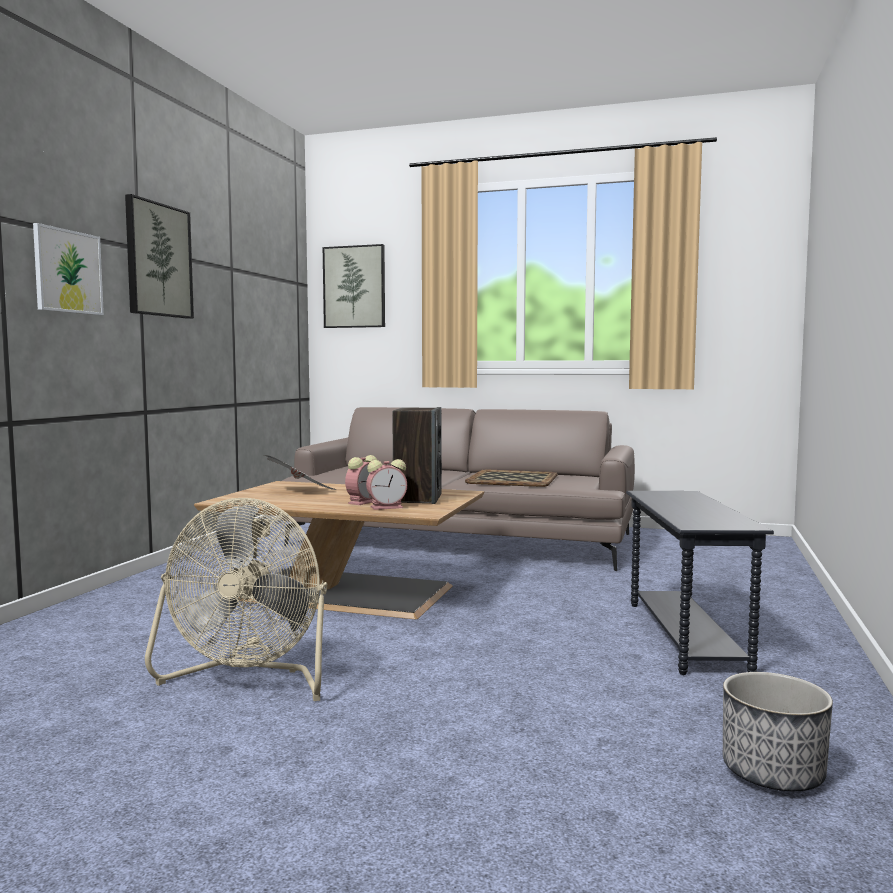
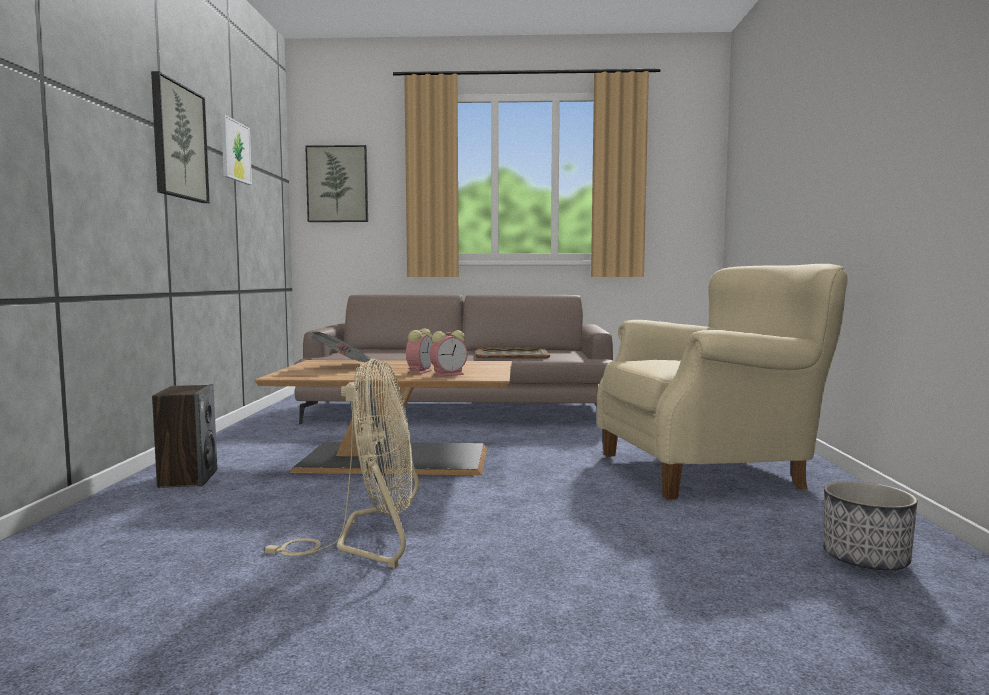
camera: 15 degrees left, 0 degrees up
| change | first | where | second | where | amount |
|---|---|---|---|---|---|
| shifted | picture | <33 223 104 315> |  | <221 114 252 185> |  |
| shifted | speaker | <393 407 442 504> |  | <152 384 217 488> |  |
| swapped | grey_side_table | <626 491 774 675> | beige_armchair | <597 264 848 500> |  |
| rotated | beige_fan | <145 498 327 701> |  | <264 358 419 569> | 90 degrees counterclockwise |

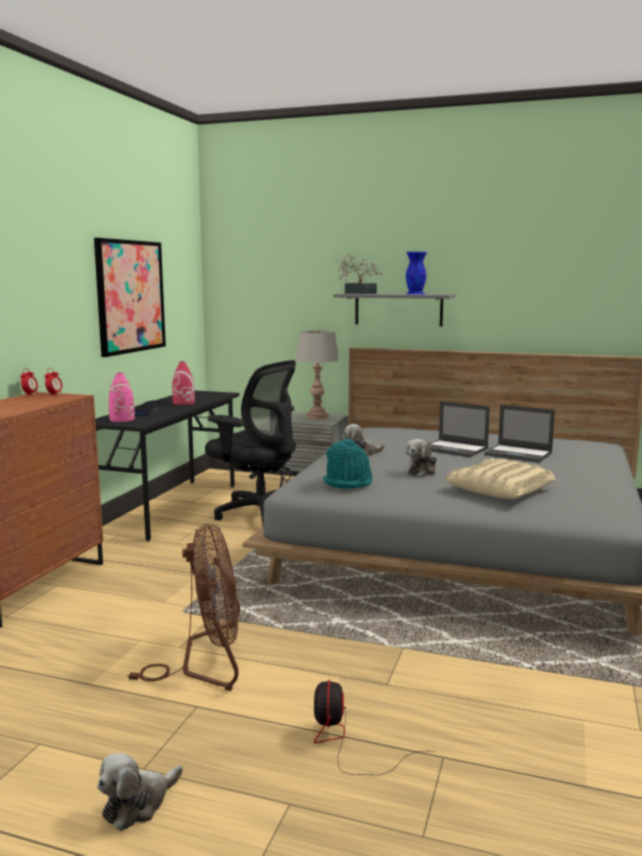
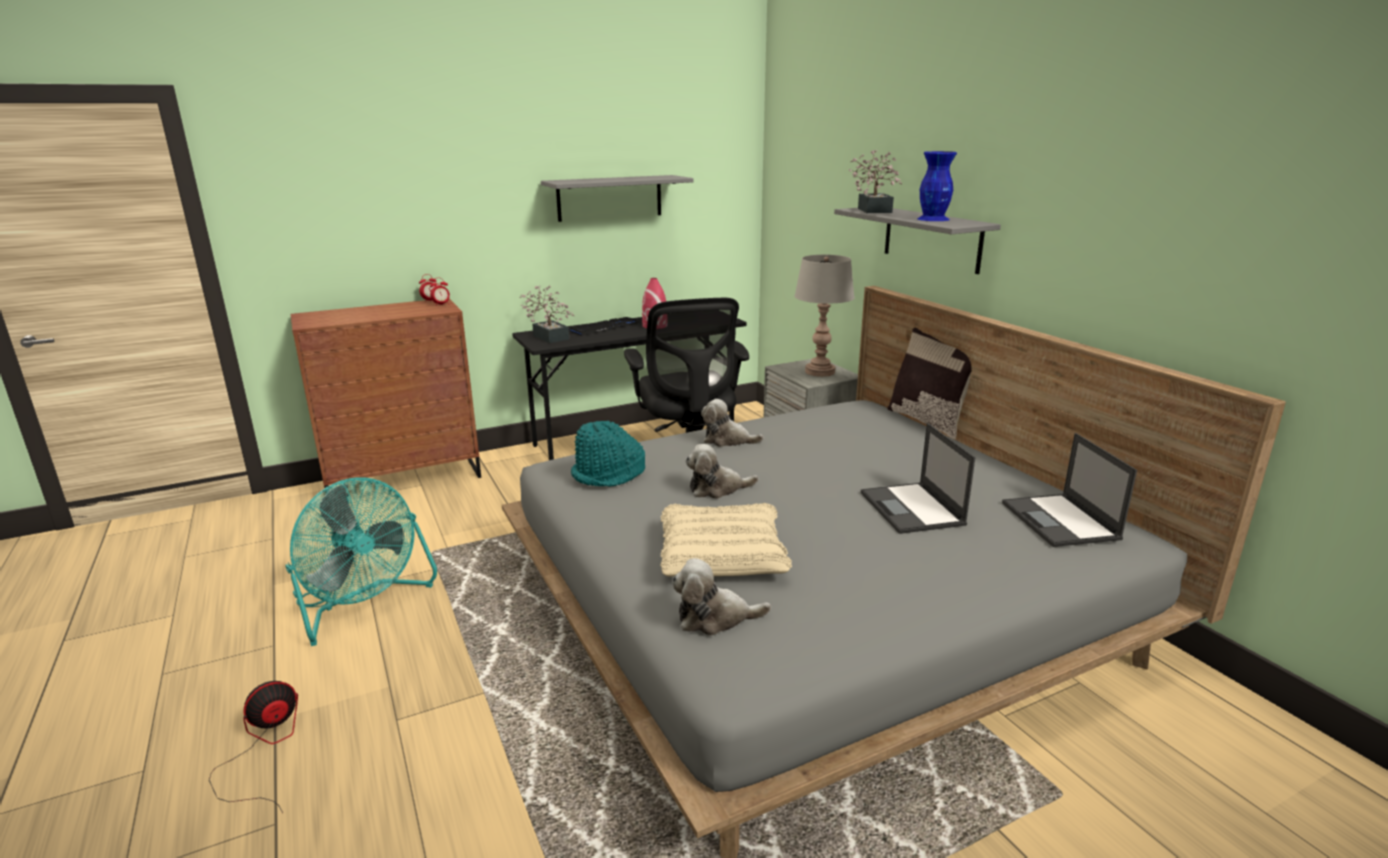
camera: 45 degrees right, 10 degrees up
| change | first | where | second | where | amount |
|---|---|---|---|---|---|
| swapped | picture | <94 238 166 357> | grey_shelf | <541 175 694 222> |  |
| swapped | pink_vase | <109 373 135 422> | potted_plant | <519 285 575 343> |  |
| shifted | laptop | <429 401 490 457> |  | <1002 433 1137 547> |  |
| repainted | brown_fan | <127 524 240 691> | turquoise_fan | <285 477 437 646> |  |
| shifted | plush_toy | <97 753 183 831> |  | <672 558 771 636> |  |
| new |  |  | pillow | <887 328 972 439> |  |

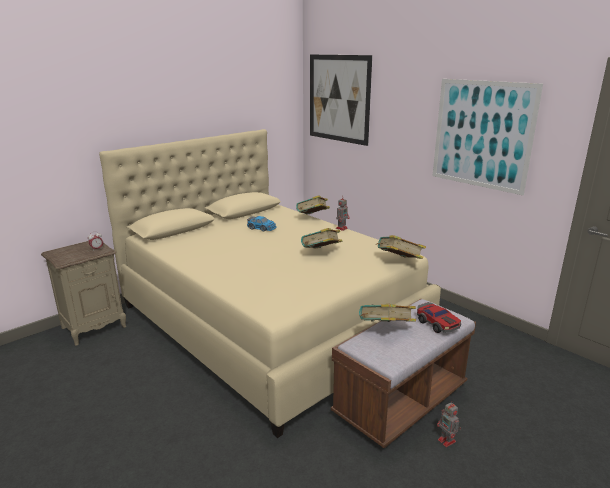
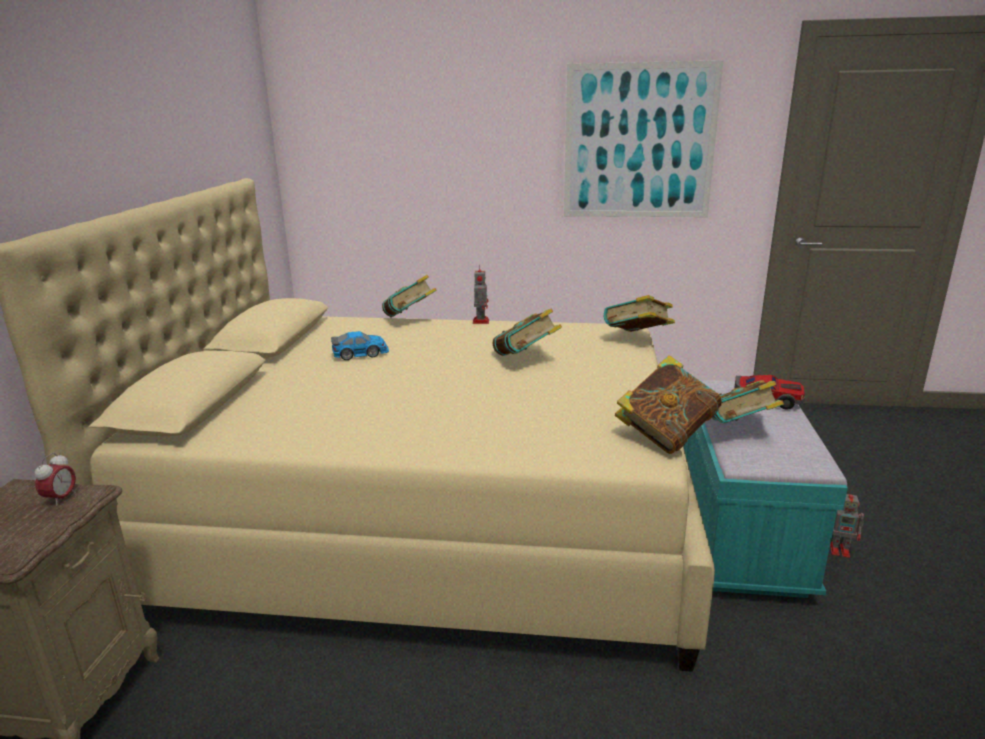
camera: 40 degrees left, 0 degrees up
| change | first | where | second | where | amount |
|---|---|---|---|---|---|
| gone | picture | <310 55 372 146> |  |  |  |
| repainted | brown_bench | <331 299 476 448> | turquoise_bench | <683 380 848 598> |  |
| new |  |  | book | <615 355 722 454> |  |

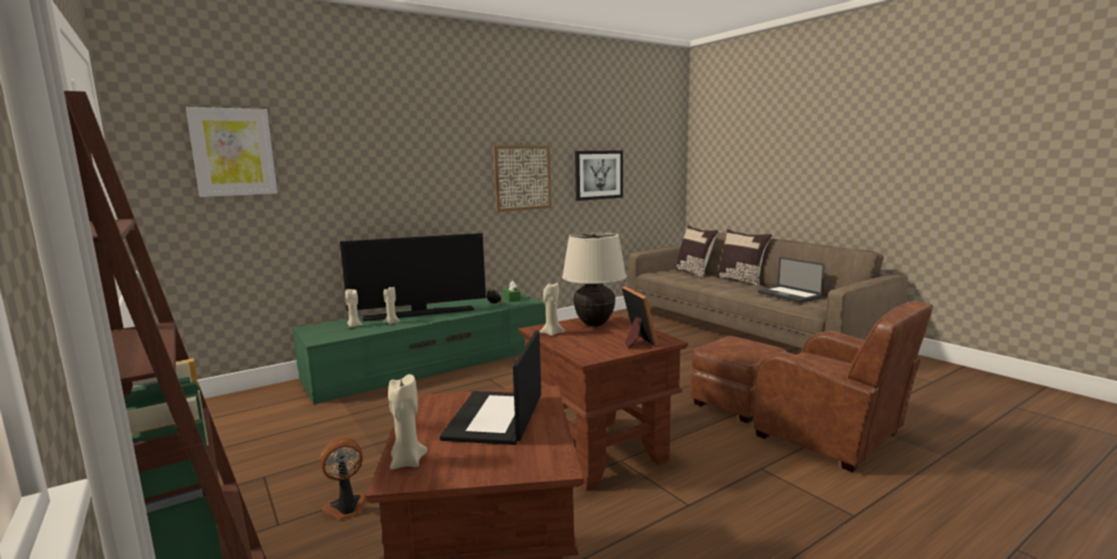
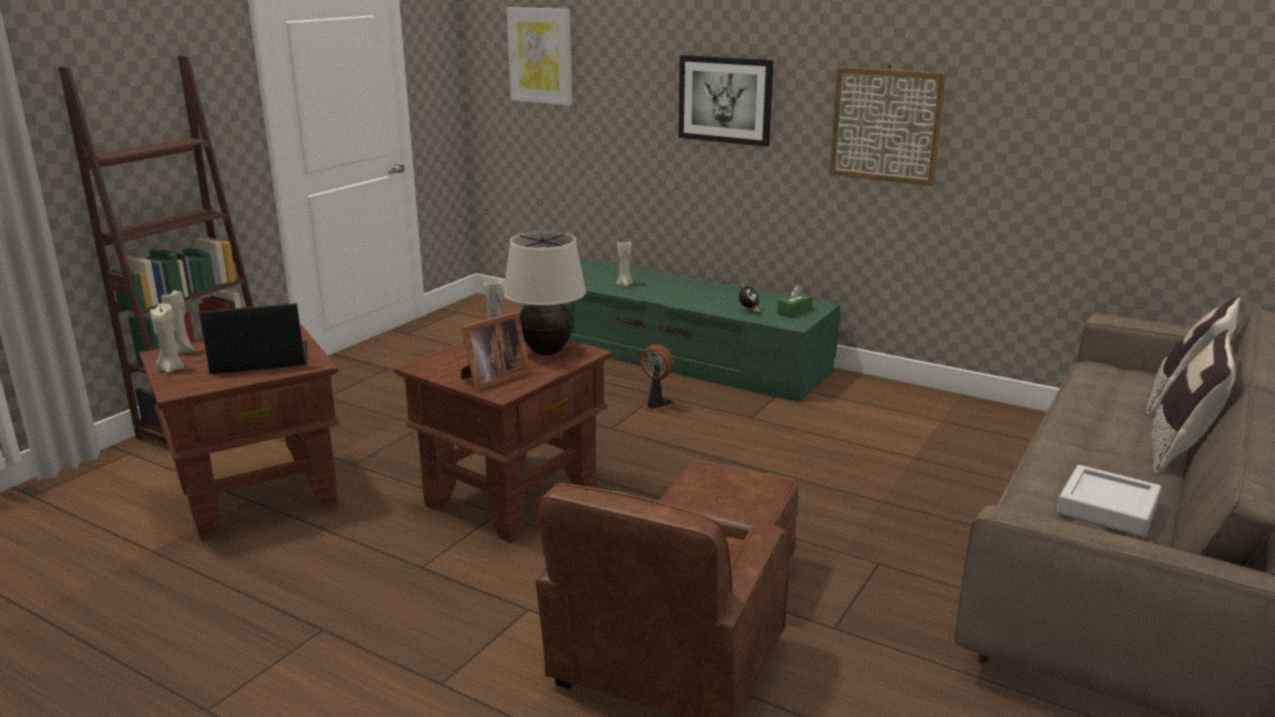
camera: 65 degrees right, 10 degrees up
| change | first | where | second | where | amount |
|---|---|---|---|---|---|
| shifted | picture | <575 150 623 201> |  | <679 55 774 147> |  |
| gone | television | <340 233 486 321> |  |  |  |
| swapped | laptop | <758 257 825 302> | grey_tray | <1057 465 1161 537> |  |
| shifted | beige_candle | <345 289 363 327> |  | <150 303 184 373> |  |
| shifted | fan | <320 438 366 520> |  | <640 344 679 412> |  |

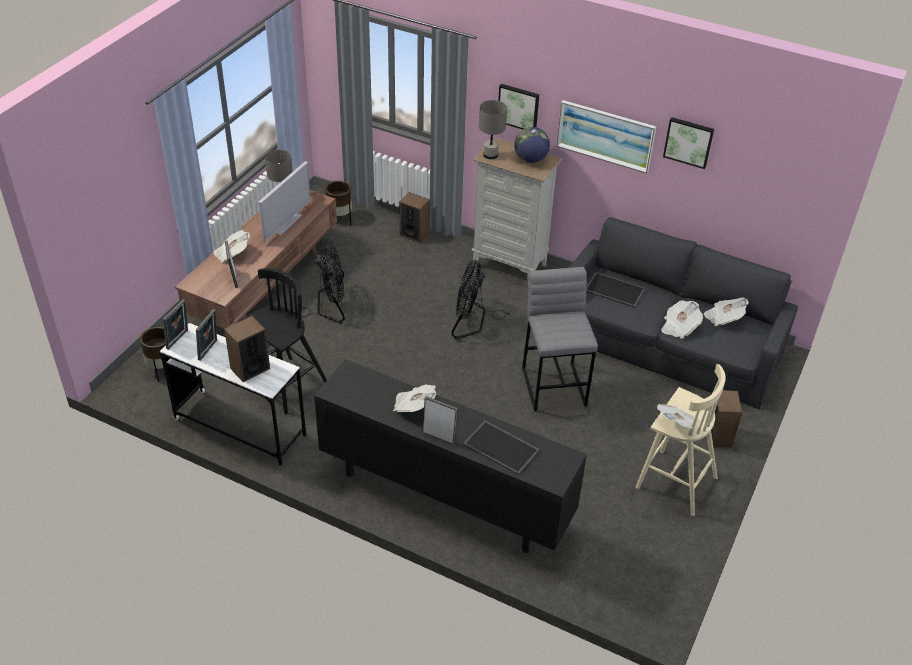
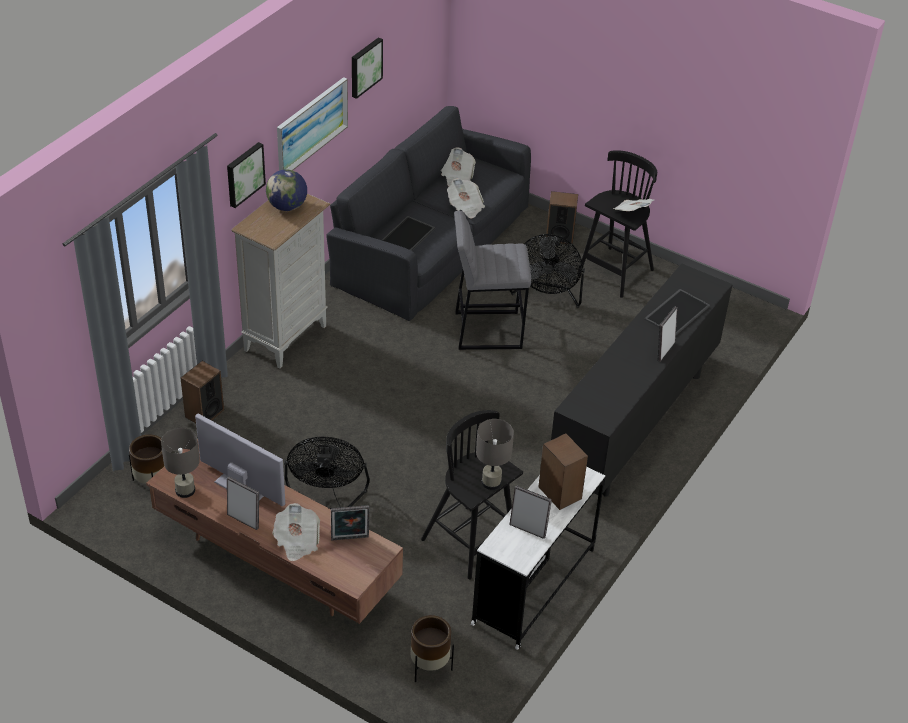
camera: 85 degrees left, 0 degrees up
| change | first | where | second | where | amount |
|---|---|---|---|---|---|
| shifted | grey_table_lamp | <479 100 507 159> |  | <476 419 514 490> |  |
| shifted | black_fan | <452 260 512 340> |  | <509 233 585 308> |  |
| shifted | picture_frame | <163 299 188 350> |  | <227 477 259 530> |  |
| repainted | beige_stool | <636 364 726 516> | black_stool | <577 150 657 298> |  |
| gone | newspaper | <393 384 436 412> |  |  |  |

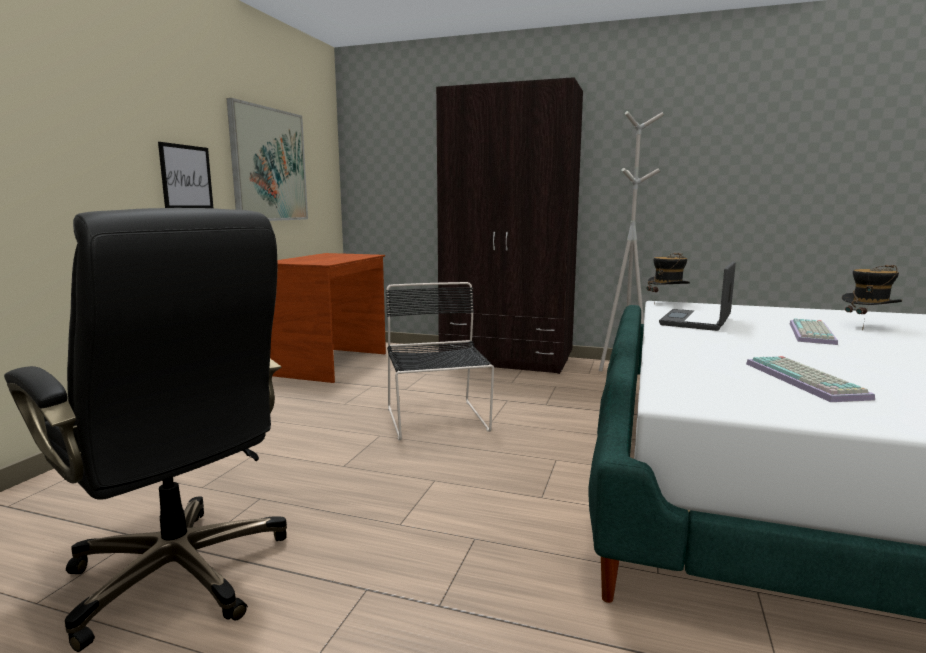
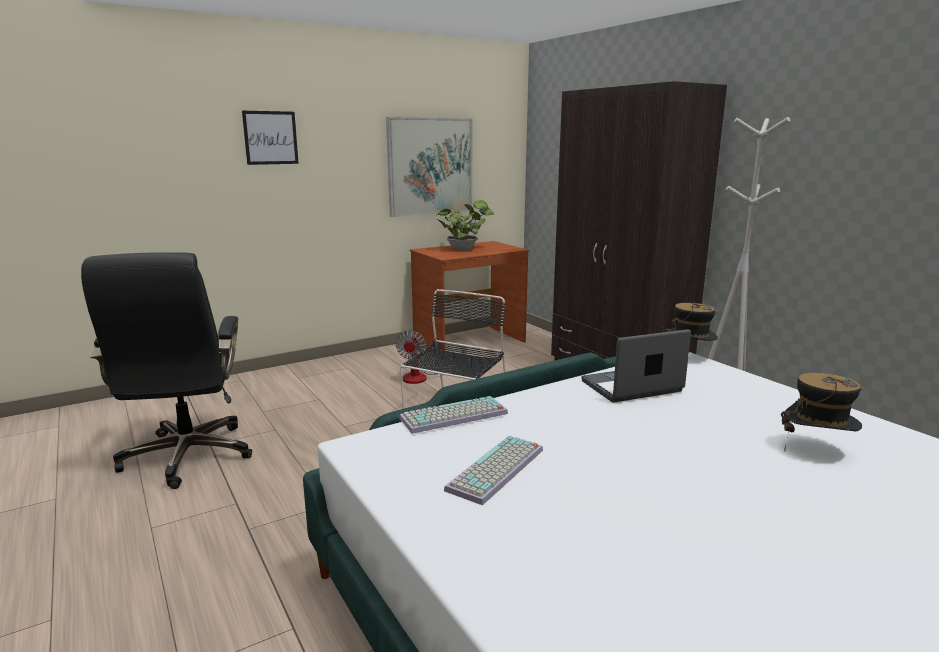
camera: 40 degrees right, 5 degrees up
| change | first | where | second | where | amount |
|---|---|---|---|---|---|
| shifted | picture | <158 142 213 208> |  | <242 111 299 165> |  |
| shifted | keyboard | <790 318 838 345> |  | <399 396 508 434> |  |
| new |  |  | potted_plant | <436 200 494 251> |  |
| new |  |  | fan | <396 330 466 384> |  |

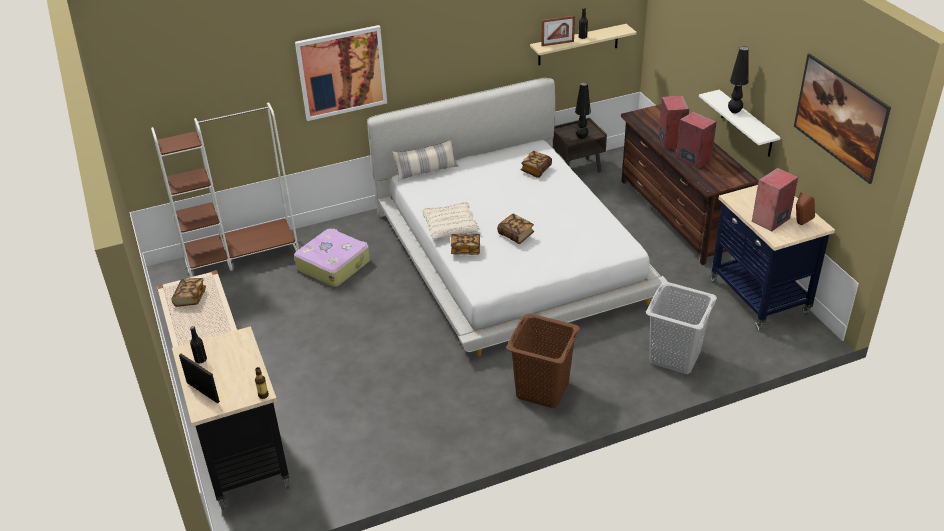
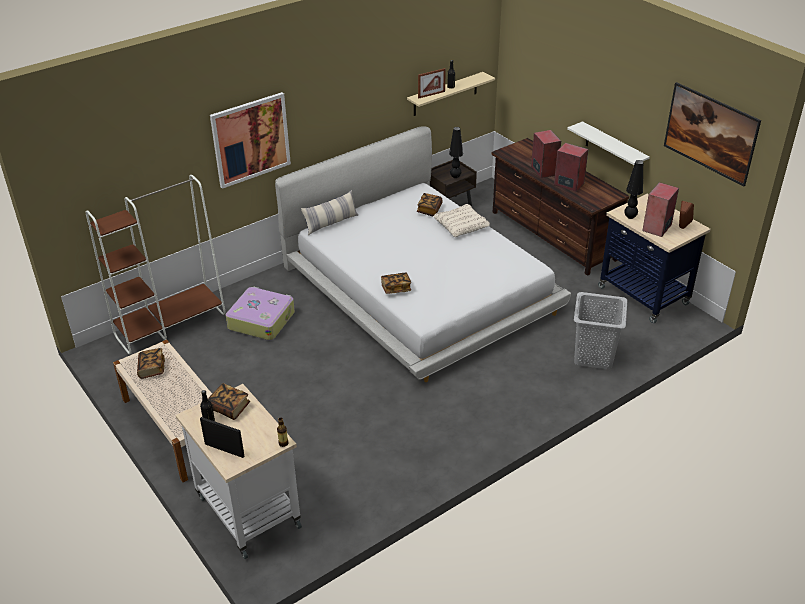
camera: 15 degrees left, 0 degrees up
| change | first | where | second | where | amount |
|---|---|---|---|---|---|
| shifted | black_table_lamp | <728 46 749 113> |  | <624 160 643 219> |  |
| shifted | beige_pillow | <422 202 480 239> |  | <433 204 490 237> |  |
| shifted | book | <497 213 534 244> |  | <208 383 250 420> |  |
| gone | brown_laundry_basket | <507 313 580 408> |  |  |  |
| repainted | black_cart | <172 326 290 510> | white_cart | <176 384 302 559> |  |

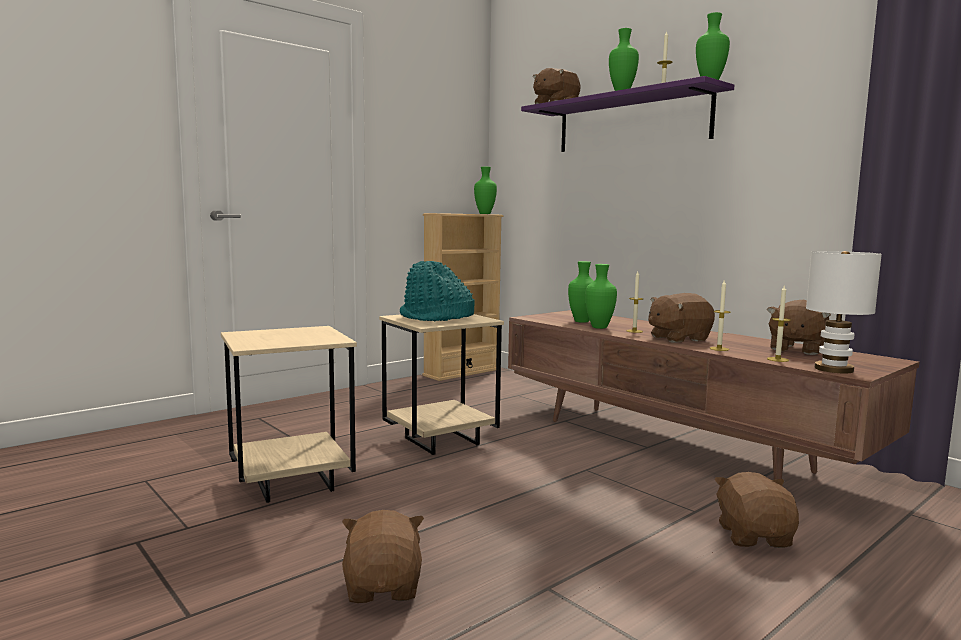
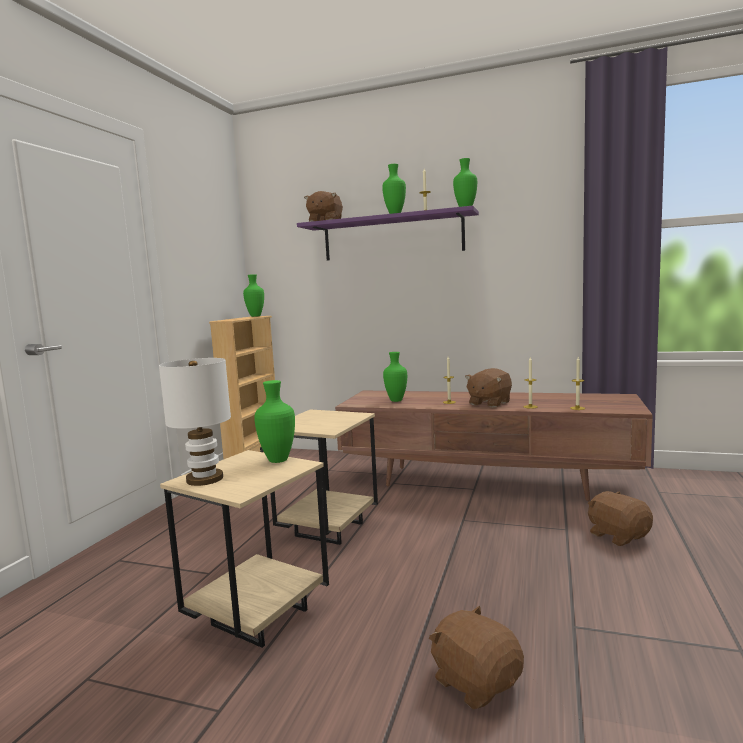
camera: 30 degrees left, 0 degrees up
| change | first | where | second | where | amount |
|---|---|---|---|---|---|
| shifted | white_table_lamp | <806 251 882 373> |  | <159 358 231 486> |  |
| gone | turquoise_hat | <400 261 475 321> |  |  |  |
| shifted | green_vase | <585 264 617 329> |  | <254 380 295 463> |  |
| gone | brown_plush_toy | <767 300 831 355> |  |  |  |

